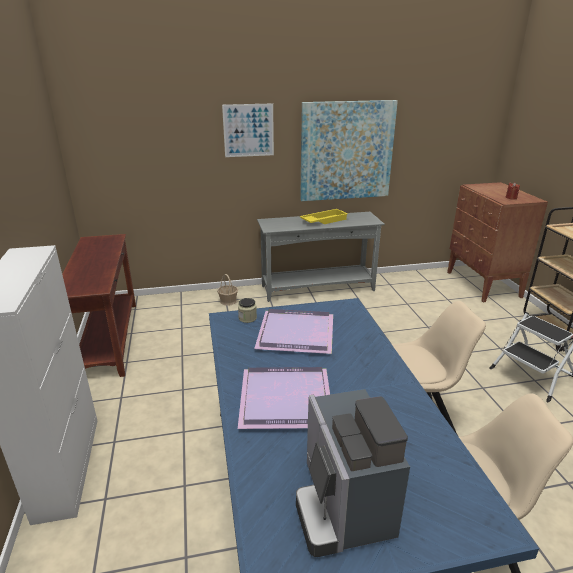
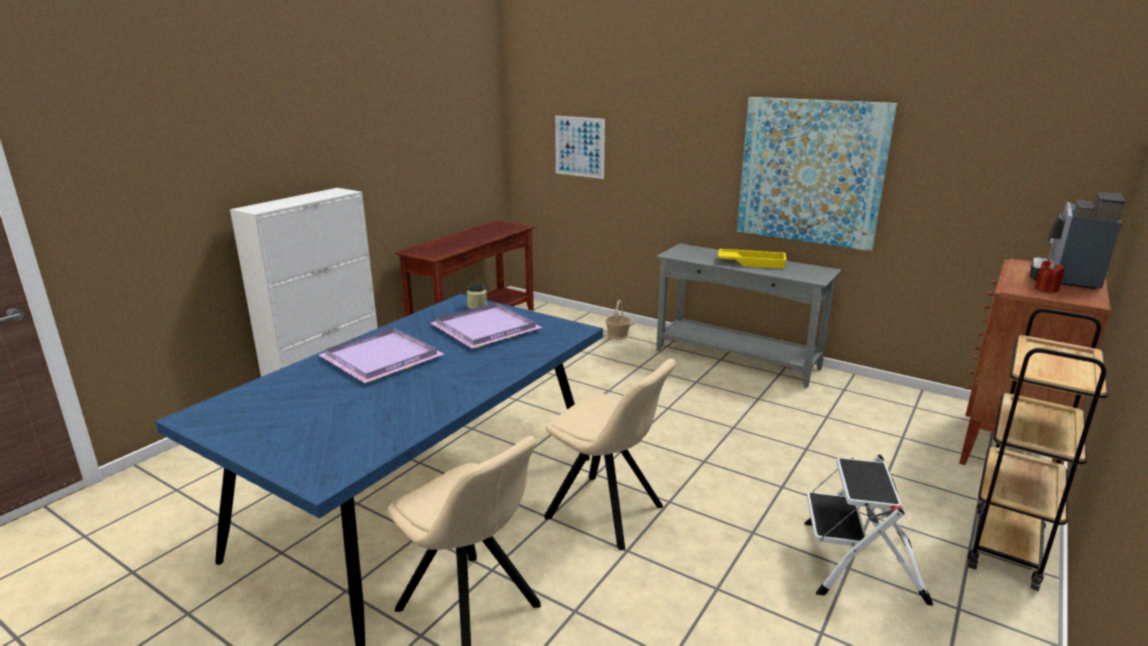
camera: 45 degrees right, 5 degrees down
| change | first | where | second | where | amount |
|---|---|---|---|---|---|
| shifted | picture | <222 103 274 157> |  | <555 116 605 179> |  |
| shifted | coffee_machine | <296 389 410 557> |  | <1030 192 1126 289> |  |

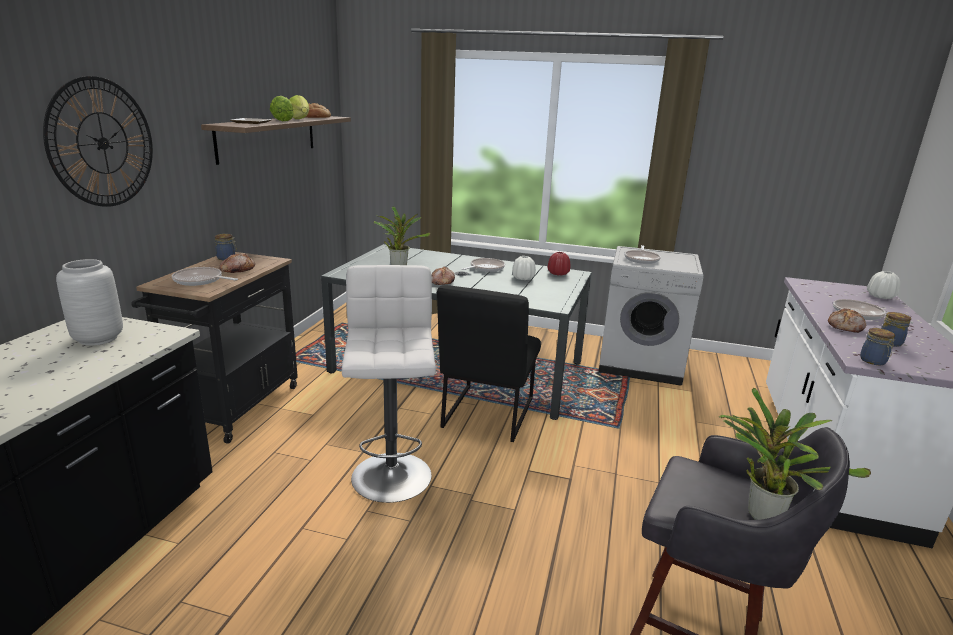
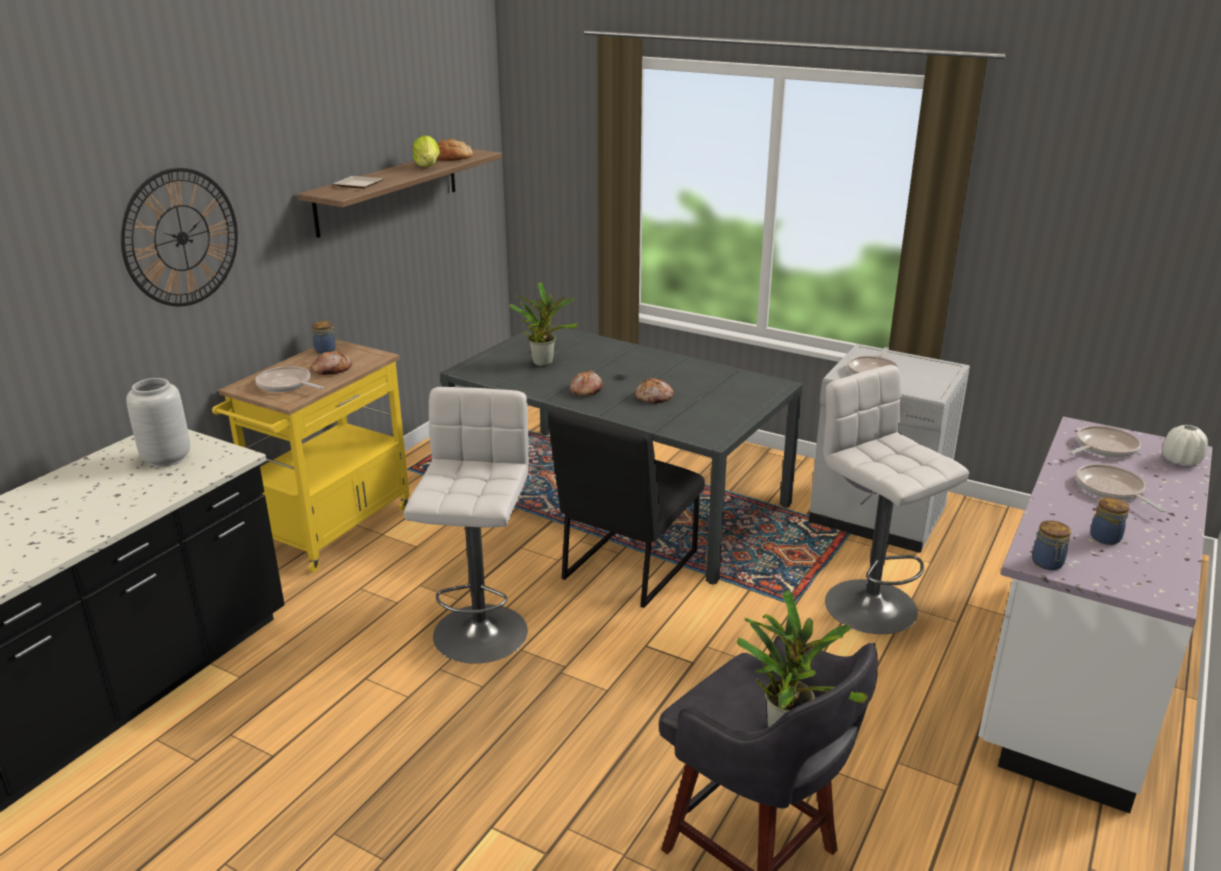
camera: 15 degrees right, 5 degrees up
| change | first | where | second | where | amount |
|---|---|---|---|---|---|
| gone | lettuce | <270 96 294 121> |  |  |  |
| repainted | black_cart | <131 252 298 444> | yellow_cart | <212 339 410 573> |  |
| gone | red_vase | <548 252 570 275> |  |  |  |
| gone | white_vase | <512 256 536 280> |  |  |  |
| shifted | frying_pan | <462 258 505 272> |  | <1068 426 1141 457> |  |
| shifted | bread | <828 308 866 333> |  | <635 378 674 404> |  |
| new |  |  | white_stool | <823 365 969 634> |  |

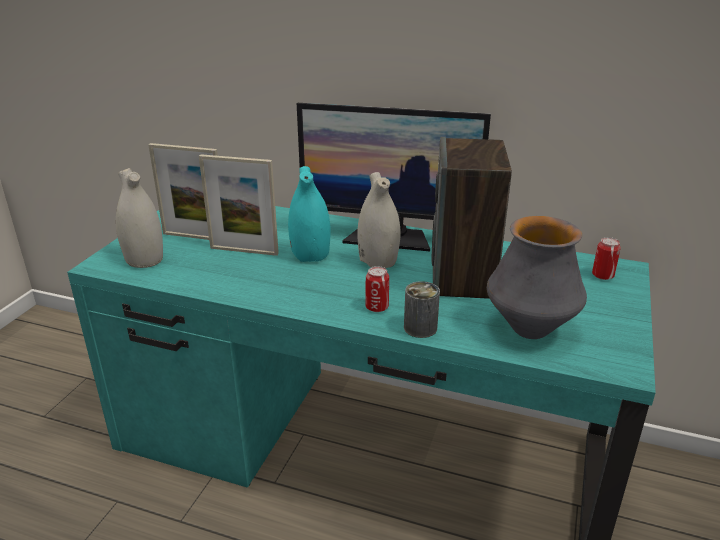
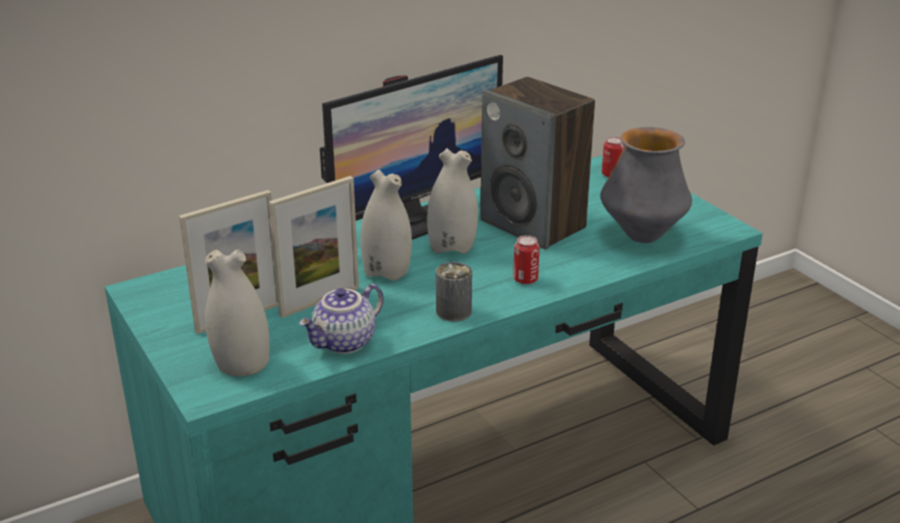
camera: 50 degrees left, 0 degrees up
| change | first | where | second | where | amount |
|---|---|---|---|---|---|
| repainted | turquoise_vase | <288 166 331 262> | white_vase | <360 170 412 281> |  |
| shifted | can | <404 281 440 338> |  | <436 262 472 322> |  |
| new |  |  | teapot | <299 284 384 354> |  |

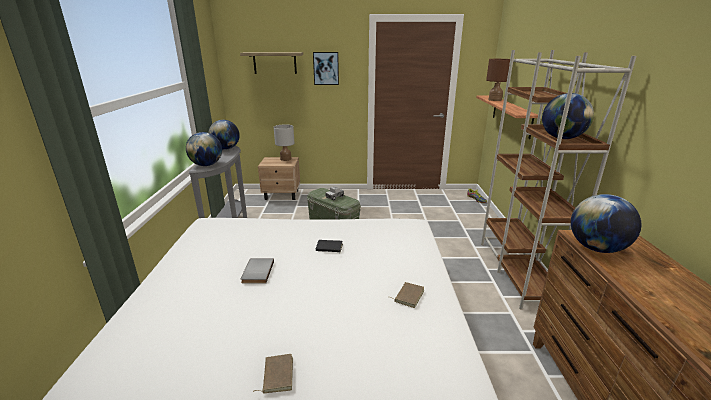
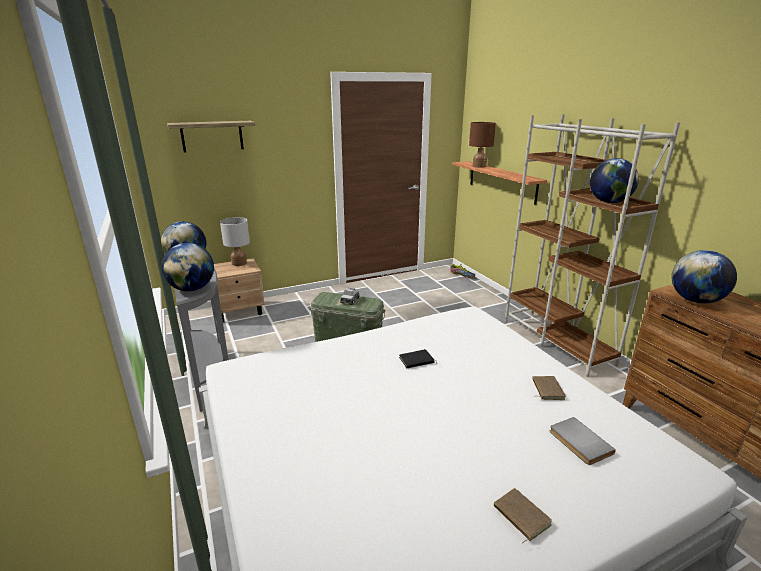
camera: 25 degrees left, 0 degrees up
| change | first | where | second | where | amount |
|---|---|---|---|---|---|
| gone | picture | <313 52 339 85> |  |  |  |
| shifted | grey_book | <241 258 274 283> |  | <550 417 616 465> |  |

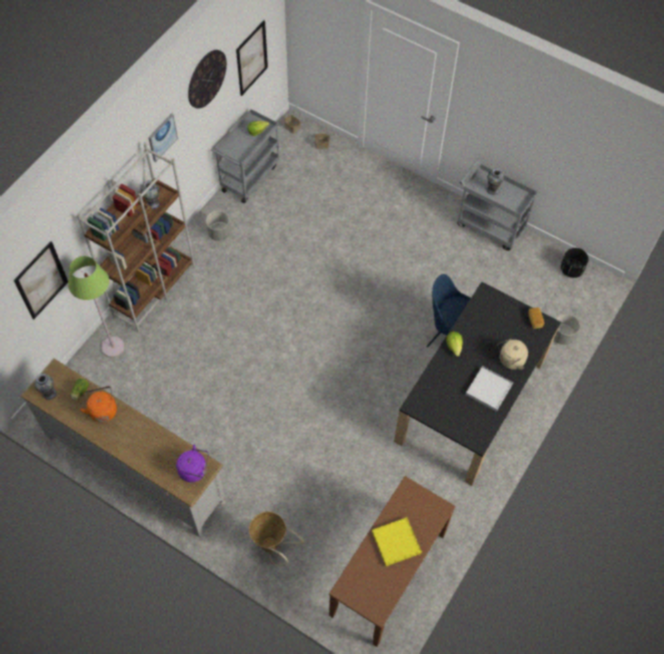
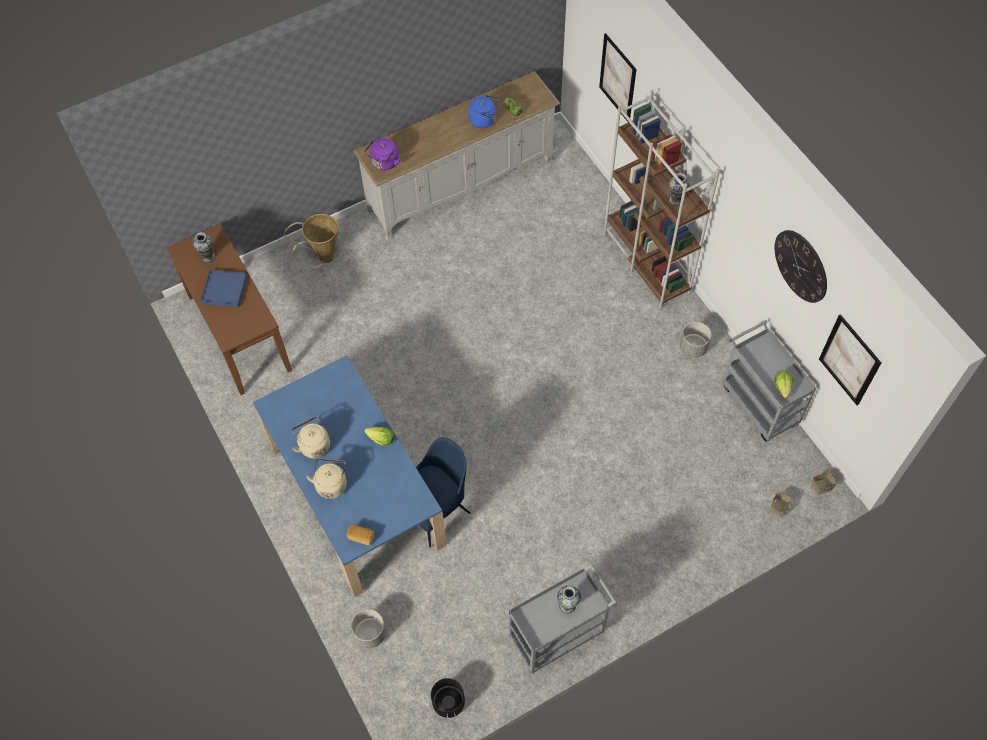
camera: 120 degrees right, 0 degrees up
| change | first | where | second | where | amount |
|---|---|---|---|---|---|
| gone | picture | <148 113 178 162> |  |  |  |
| gone | green_floor_lamp | <68 256 125 357> |  |  |  |
| repainted | black_dining_table | <394 282 561 486> | blue_dining_table | <252 356 447 597> |  |
| swapped | white_tray | <466 366 513 412> | beige_kettle | <291 416 330 458> |  |
| shifted | vase | <34 373 56 400> |  | <192 232 215 263> |  |
| repainted | orange_kettle | <80 386 117 423> | blue_kettle | <468 94 499 128> |  |
| repainted | yellow_tray | <372 517 422 566> | blue_tray | <201 270 247 308> |  |

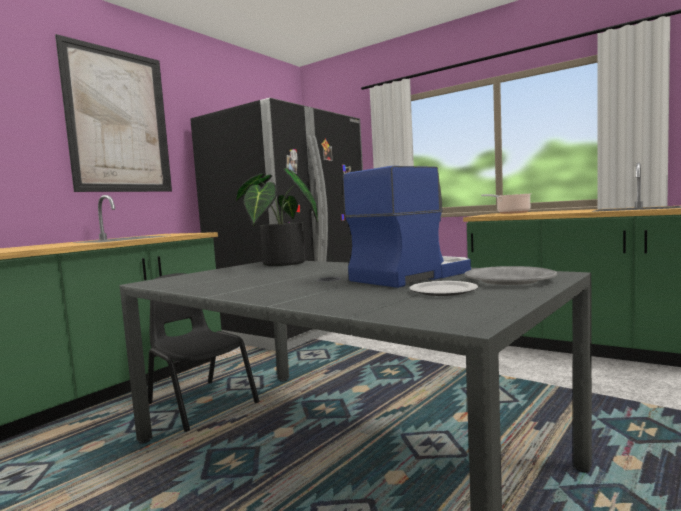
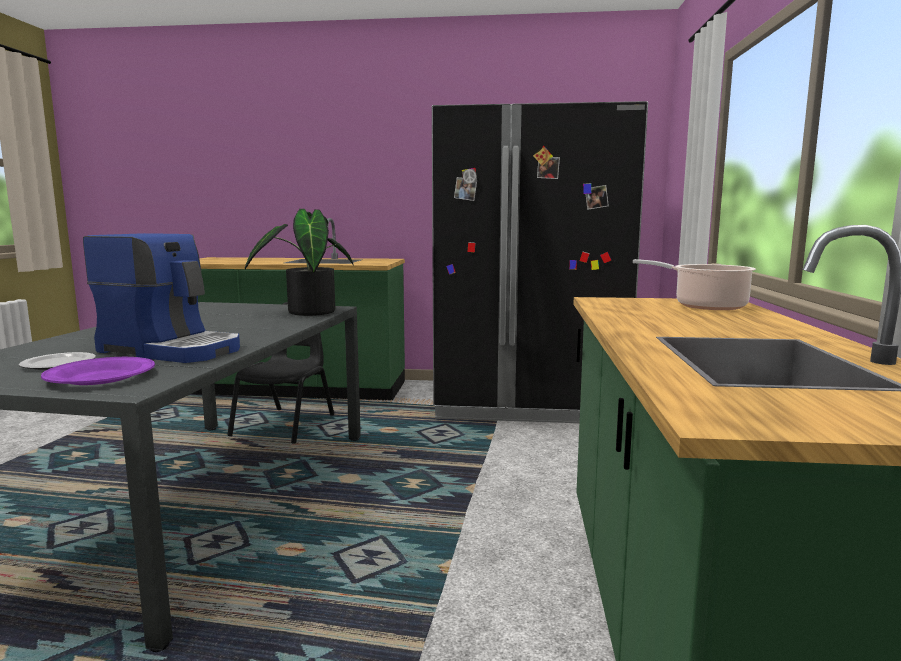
camera: 60 degrees right, 5 degrees up
| change | first | where | second | where | amount |
|---|---|---|---|---|---|
| gone | picture | <55 34 172 192> |  |  |  |
| repainted | grey_plate | <464 266 557 285> | purple_plate | <41 357 155 385> |  |

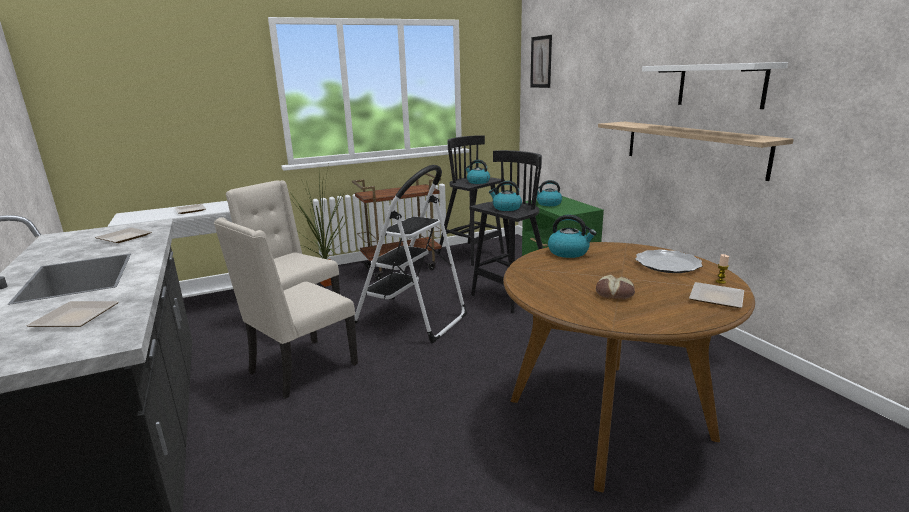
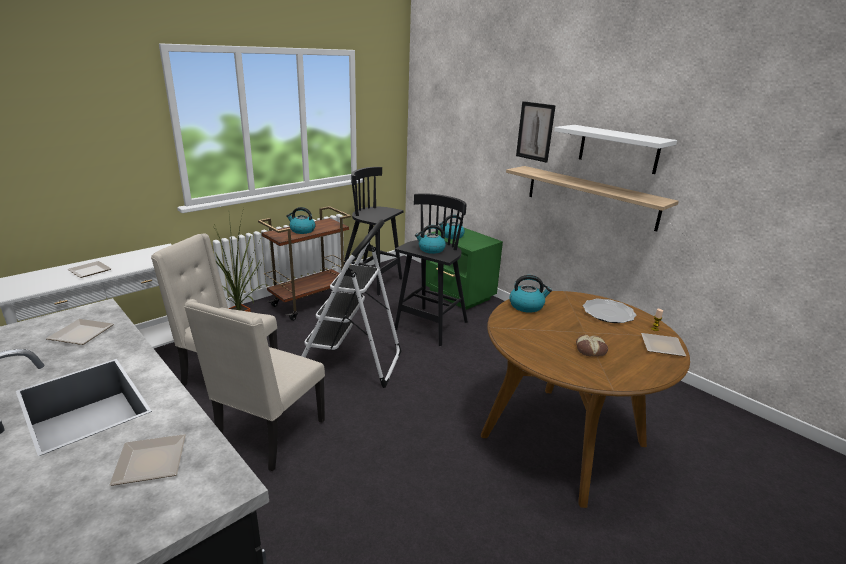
camera: 20 degrees left, 5 degrees up
| change | first | where | second | where | amount |
|---|---|---|---|---|---|
| shifted | picture | <530 35 552 88> |  | <516 101 556 163> |  |
| shifted | kettle | <465 160 490 184> |  | <286 207 315 234> |  |

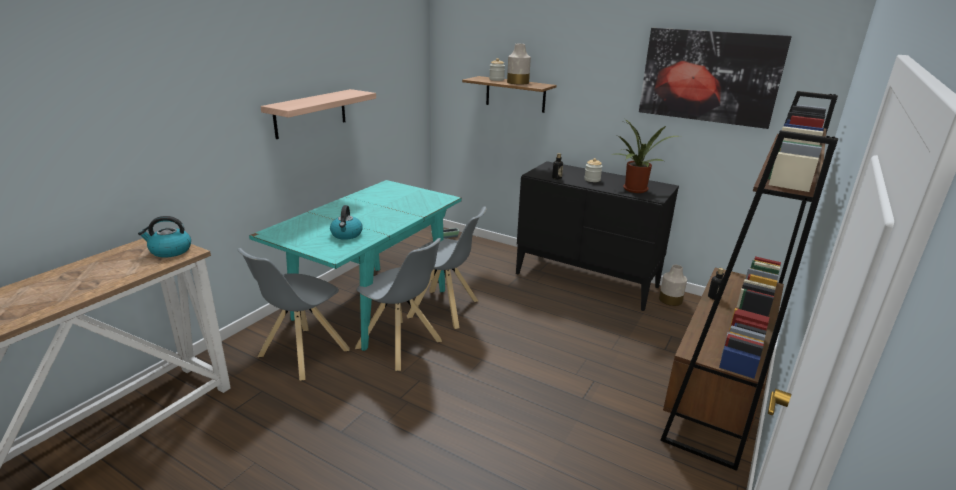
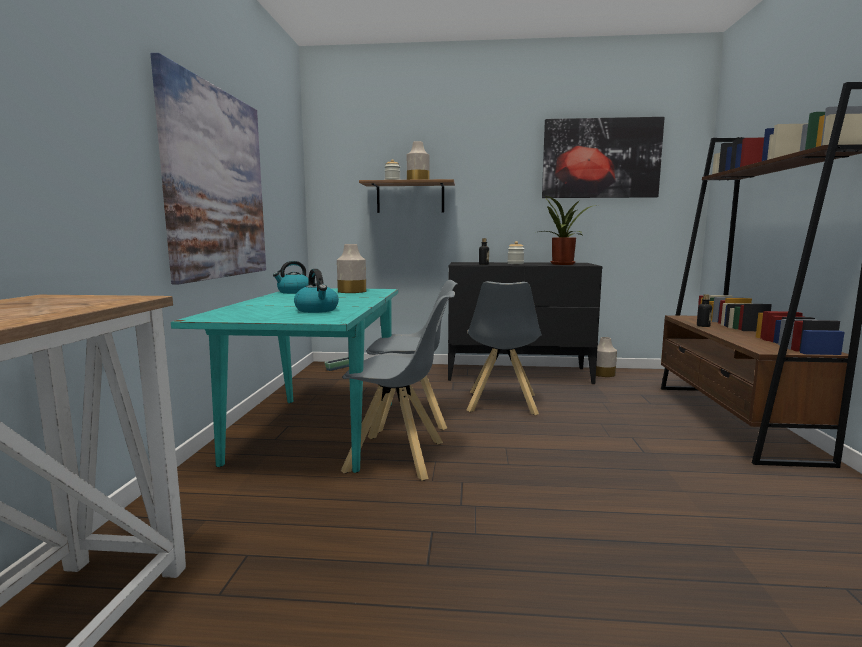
camera: 25 degrees left, 15 degrees down
| change | first | where | second | where | amount |
|---|---|---|---|---|---|
| swapped | shelf | <260 89 376 139> | picture | <151 53 266 284> |  |
| shifted | kettle | <138 216 191 258> |  | <273 261 309 294> |  |
| shifted | grey_chair | <238 248 350 381> |  | <466 281 542 415> |  |
| new |  |  | beige_vase | <337 244 366 293> |  |

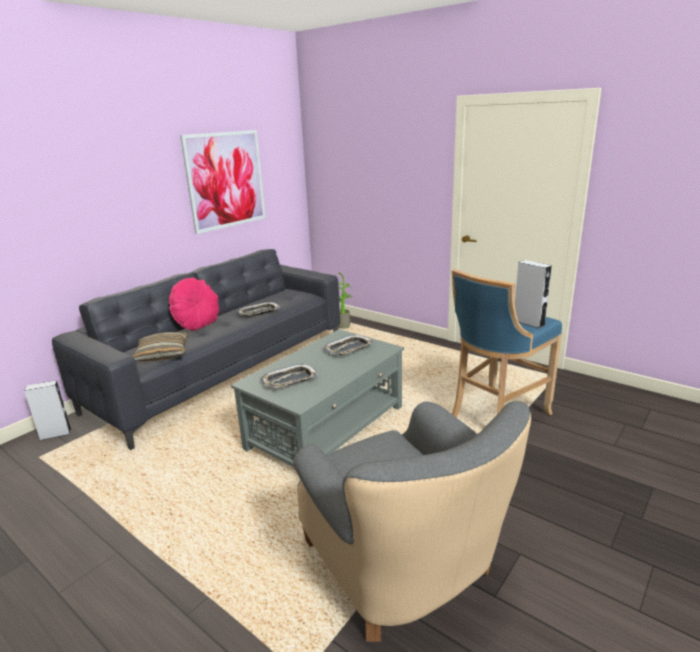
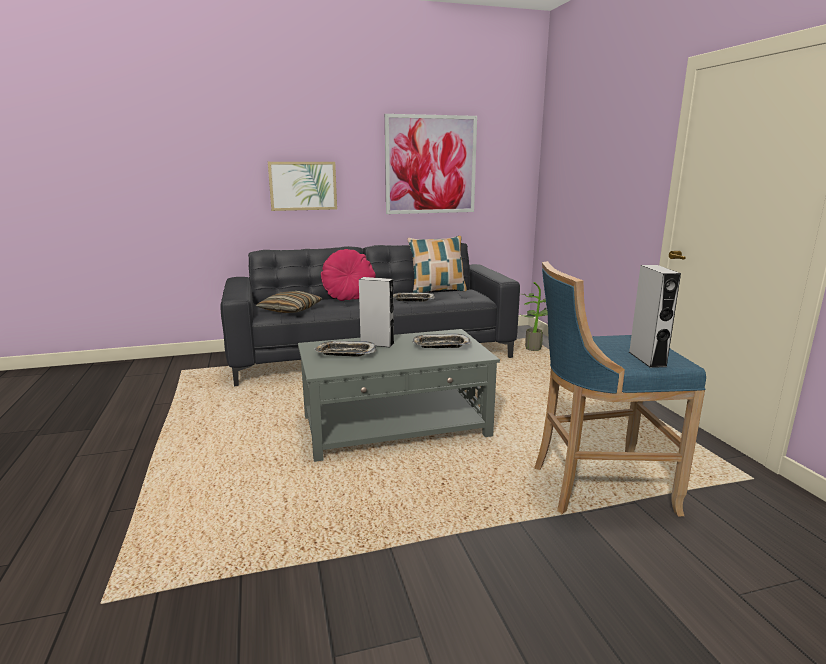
camera: 35 degrees right, 5 degrees down
| change | first | where | second | where | amount |
|---|---|---|---|---|---|
| shifted | grey_speaker | <24 380 71 441> |  | <359 277 394 348> |  |
| gone | grey_armchair | <293 401 531 642> |  |  |  |
| new |  |  | picture | <268 162 337 211> |  |
| new |  |  | pillow | <408 236 467 293> |  |

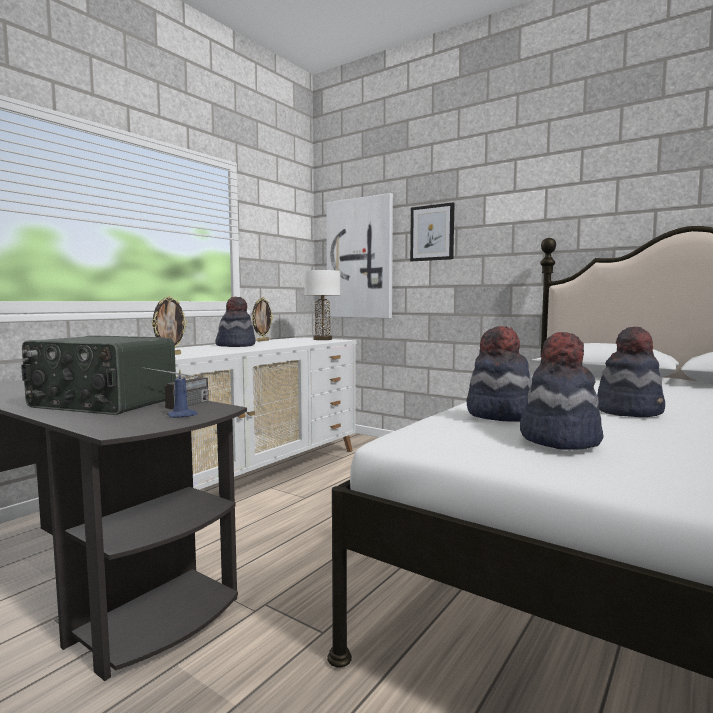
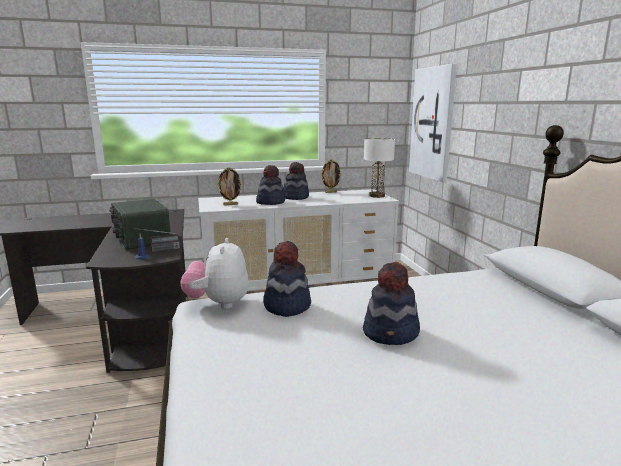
camera: 40 degrees right, 10 degrees up
| change | first | where | second | where | amount |
|---|---|---|---|---|---|
| gone | picture | <410 202 454 261> |  |  |  |
| shifted | hat | <520 332 604 450> |  | <256 165 285 205> |  |
| new |  |  | plush_toy | <180 238 249 309> |  |

